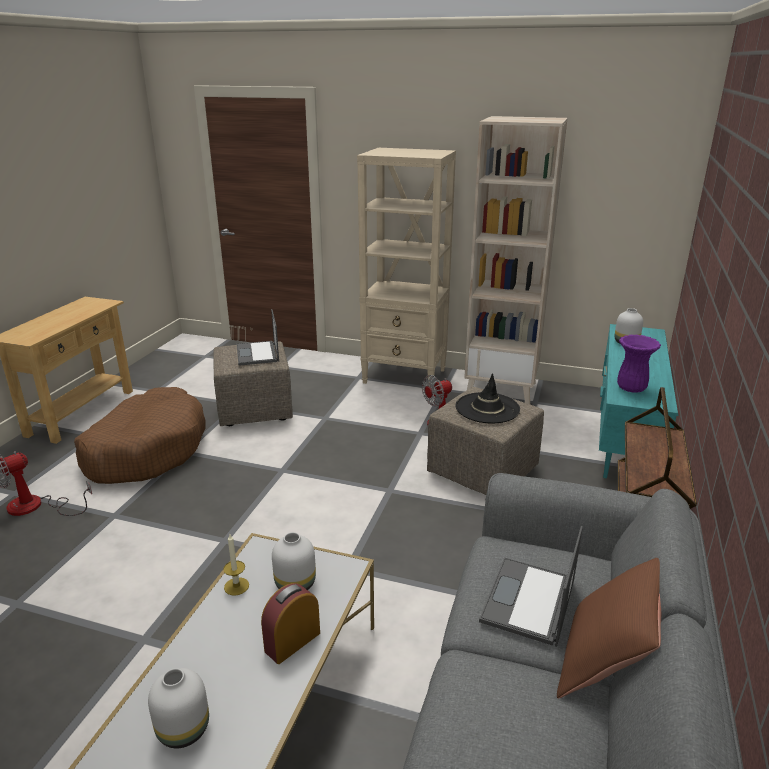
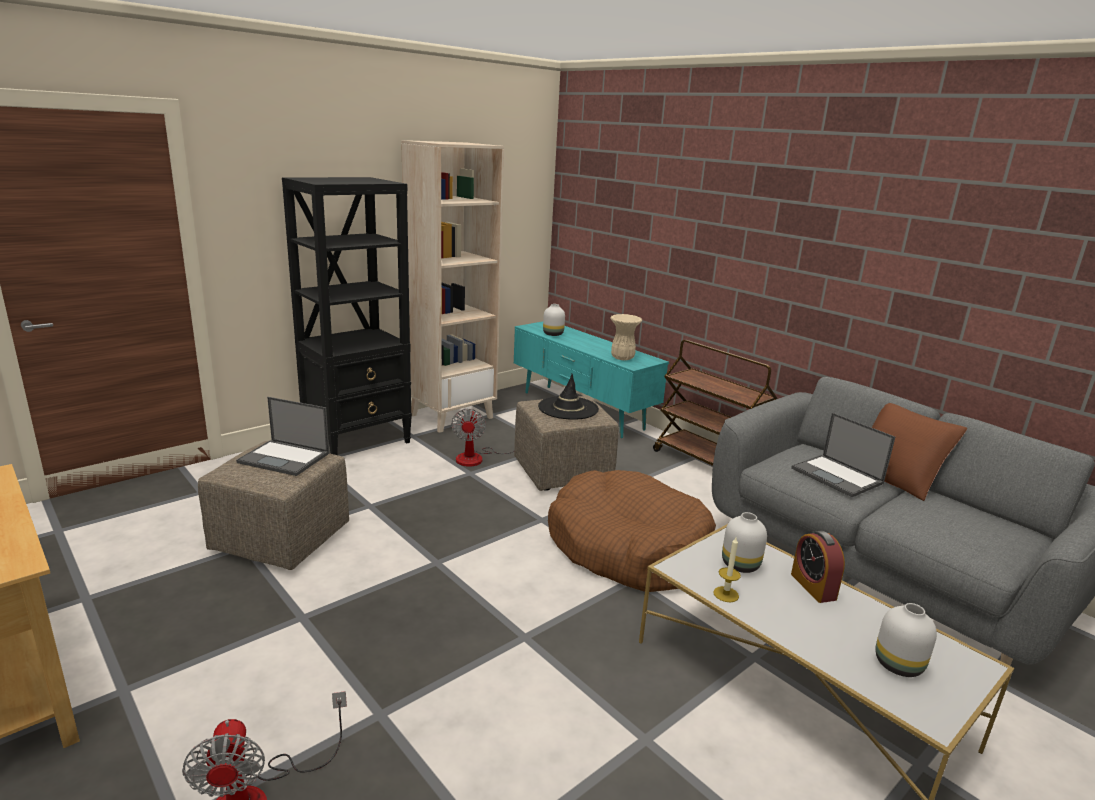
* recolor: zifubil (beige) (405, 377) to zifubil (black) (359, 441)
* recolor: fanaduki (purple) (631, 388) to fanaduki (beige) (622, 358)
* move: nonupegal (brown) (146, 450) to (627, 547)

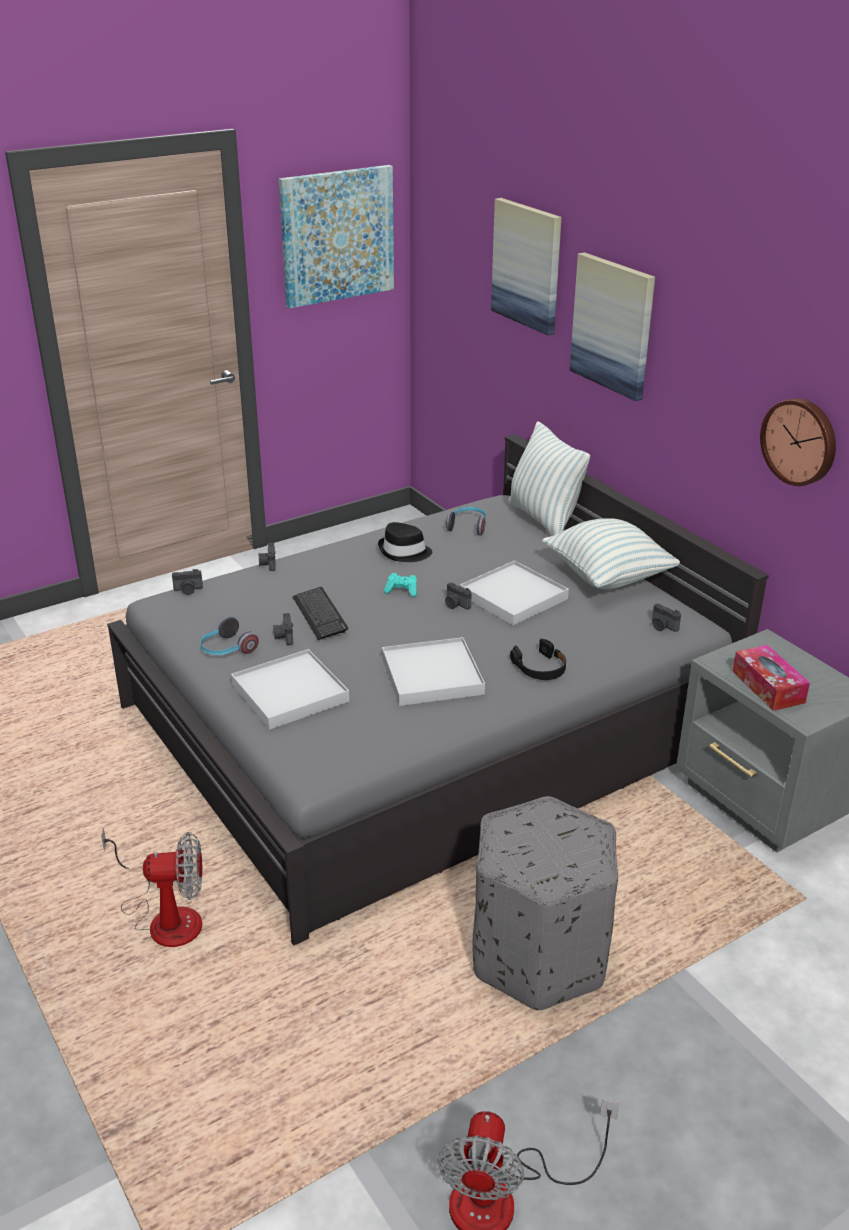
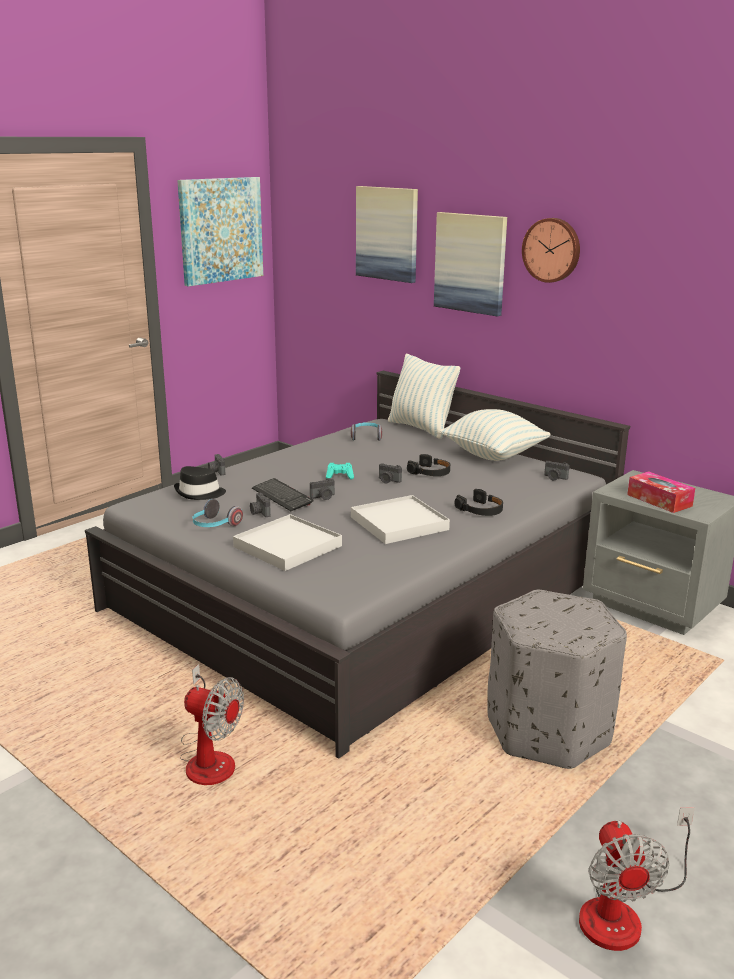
* move: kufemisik (800, 441) to (552, 250)
* move: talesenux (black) (404, 552) to (199, 493)
* replace: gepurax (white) (513, 597) to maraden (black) (430, 472)
* move: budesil (188, 590) to (323, 497)
* rotate: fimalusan (165, 917) = (209, 758) 45 degrees clockwise

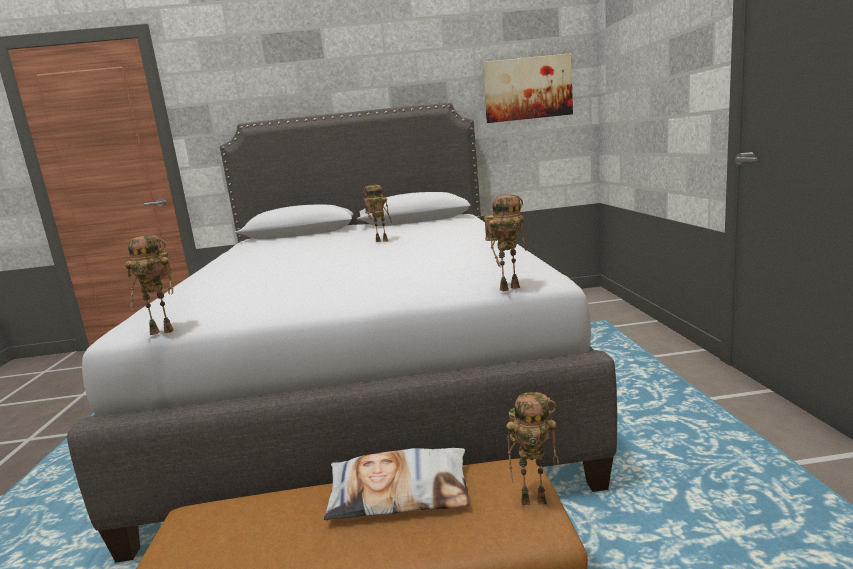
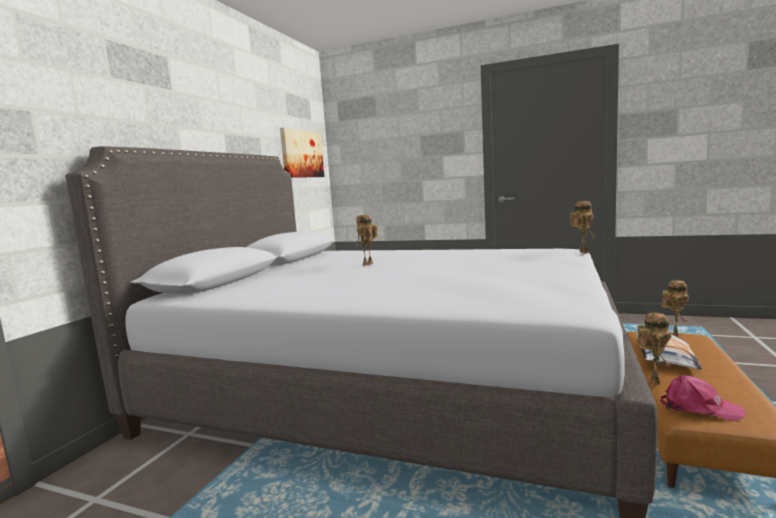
* move: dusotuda (164, 331) to (652, 380)
* insert: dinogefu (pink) (699, 408)

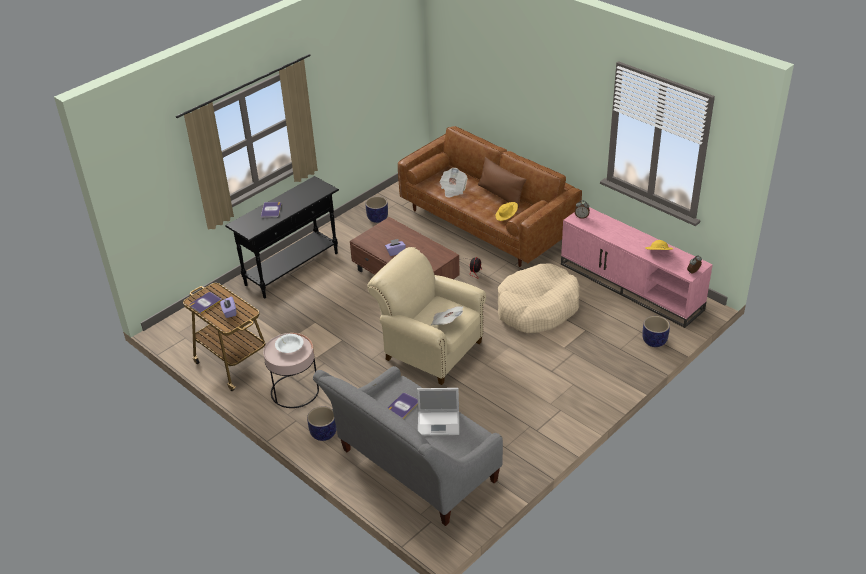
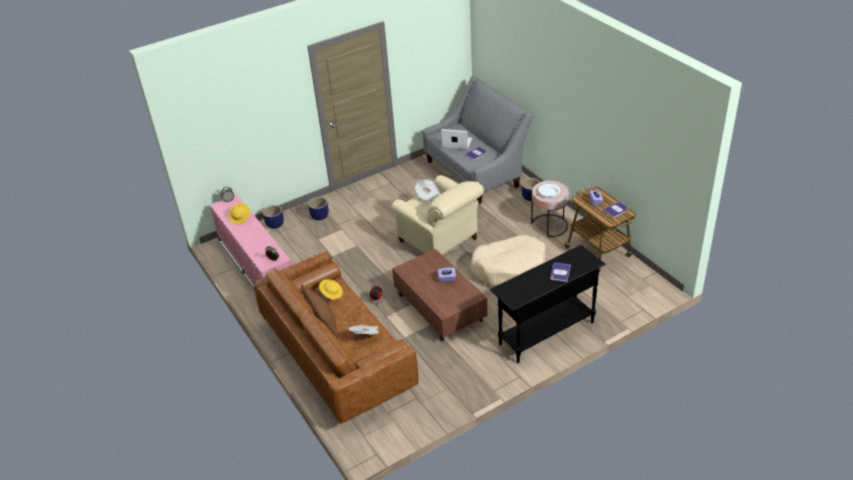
* move: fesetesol (377, 218) to (319, 216)
* move: nonupegal (beige) (537, 308) to (509, 268)

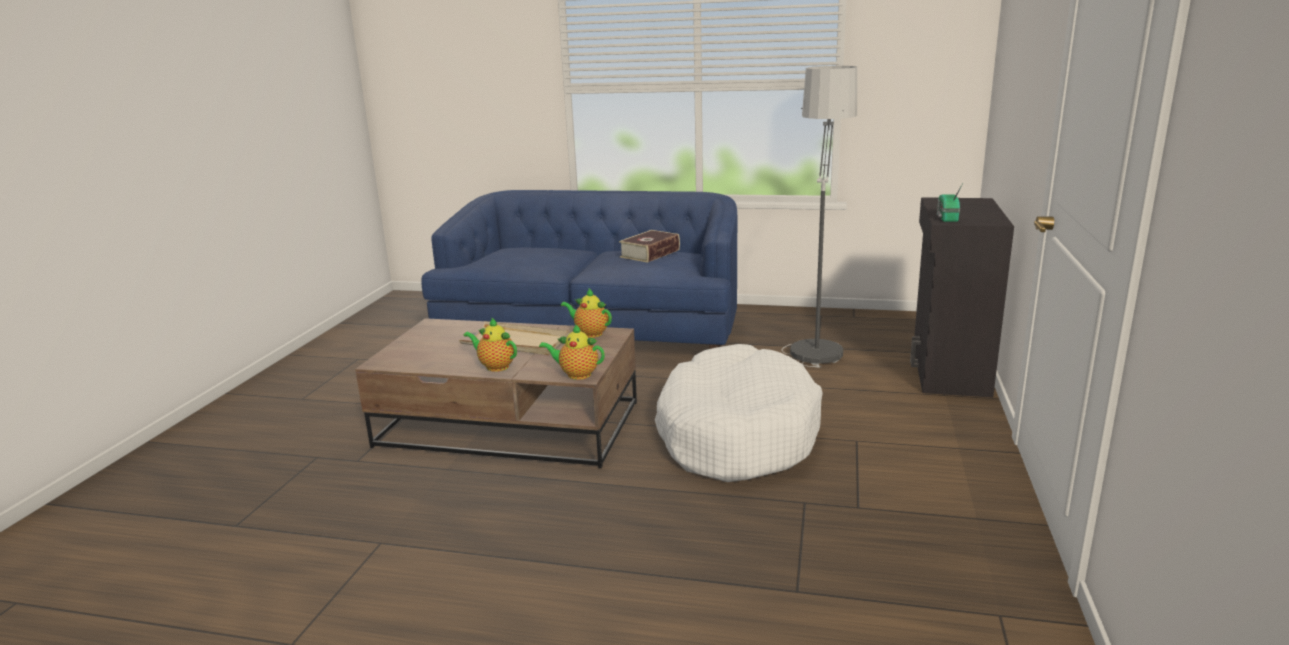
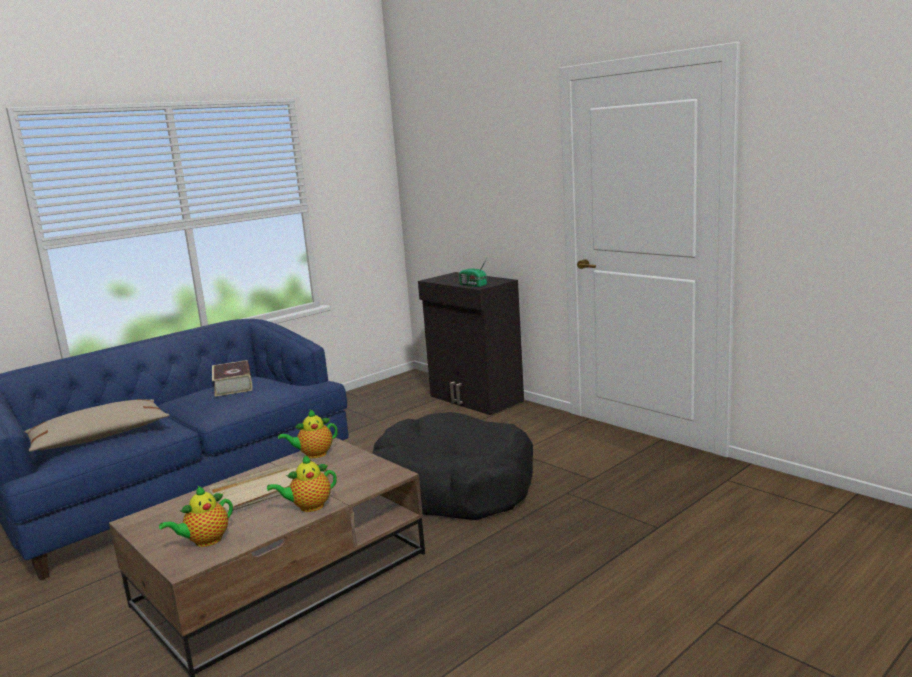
* delete: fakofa (816, 340)
* move: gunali (576, 374) to (205, 541)
* recolor: nonupegal (white) (736, 434) to nonupegal (black) (452, 486)
* insert: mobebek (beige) (99, 437)

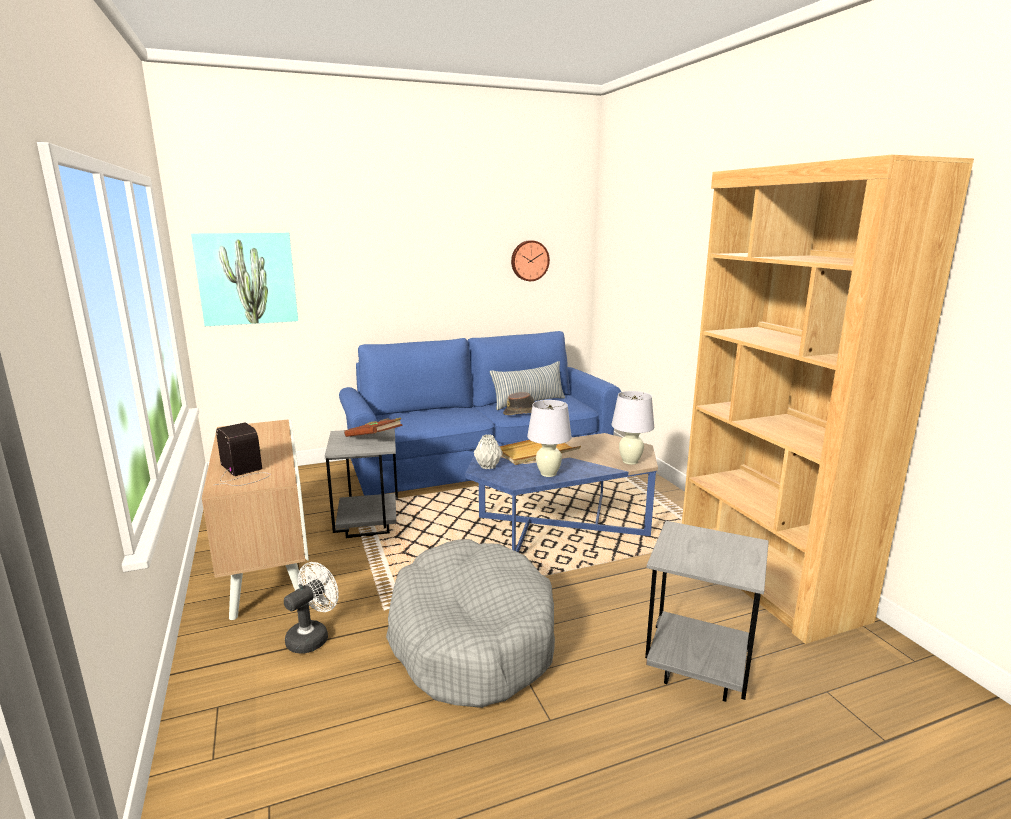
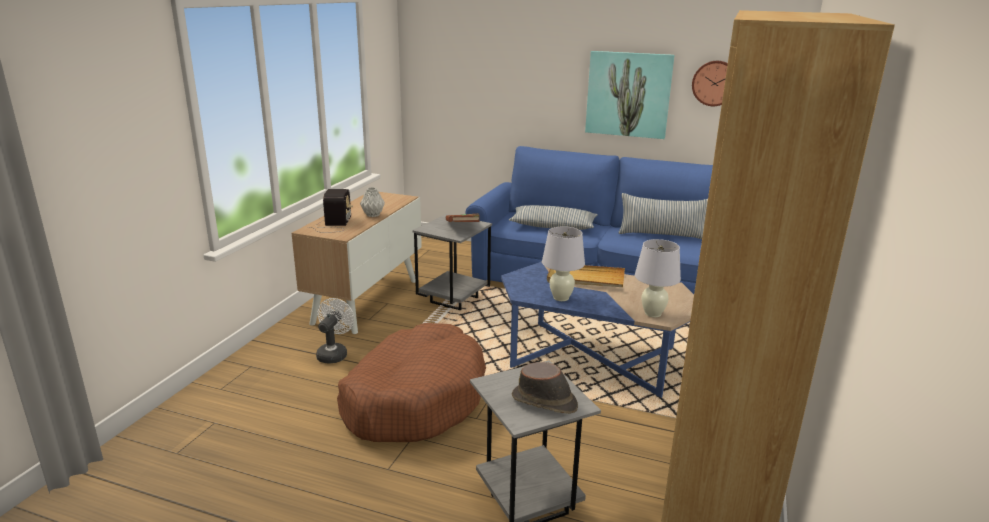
* move: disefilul (247, 278) to (628, 94)
* move: talesenux (brown) (522, 413) to (545, 402)
* move: fanaduki (grey) (488, 466) to (373, 215)
* recolor: nonupegal (grey) (471, 638) to nonupegal (brown) (414, 399)
* rotate: fimalusan (white) (312, 636) = (334, 353) 60 degrees counterclockwise
* insert: mobebek (553, 226)

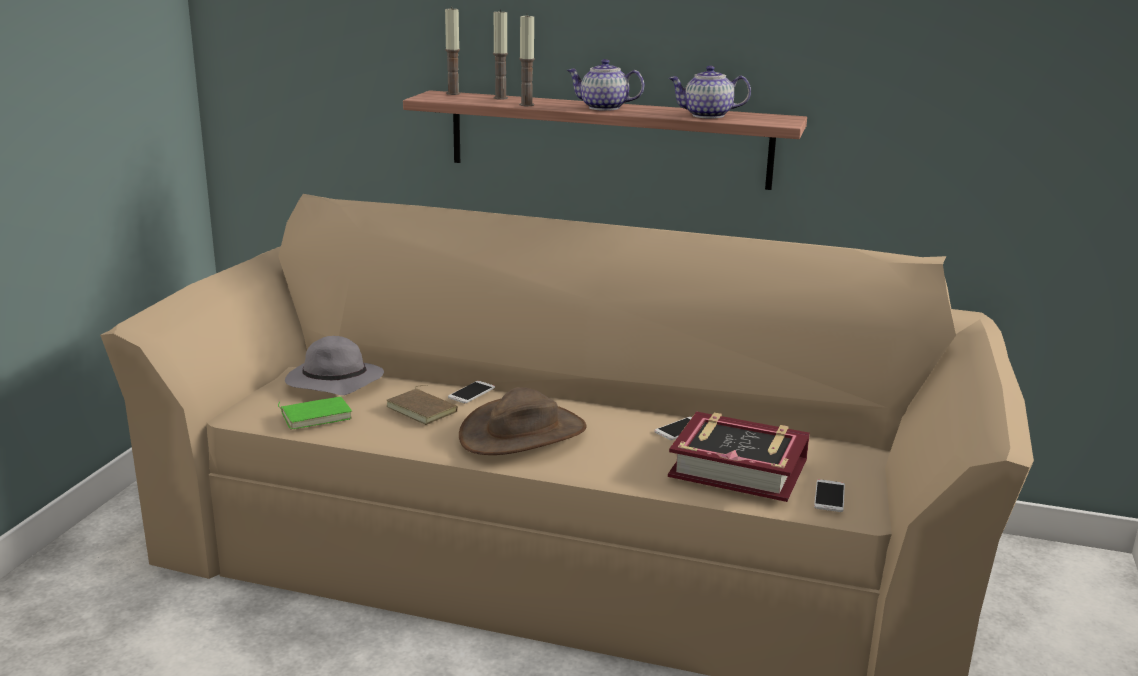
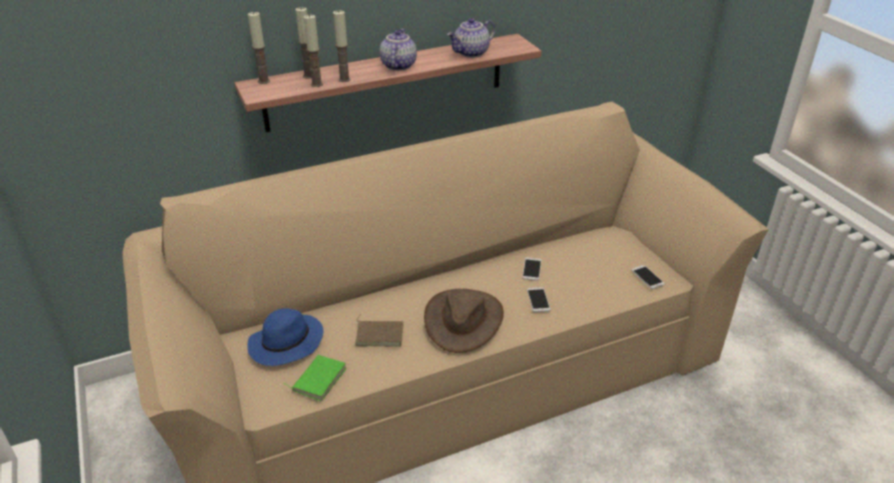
* rotate: gunali (603, 108) = (397, 65) 120 degrees clockwise
* recolor: talesenux (grey) (333, 382) to talesenux (blue) (285, 344)
* move: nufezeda (471, 392) to (538, 300)
* delete: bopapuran (738, 468)
* insert: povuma (316, 84)

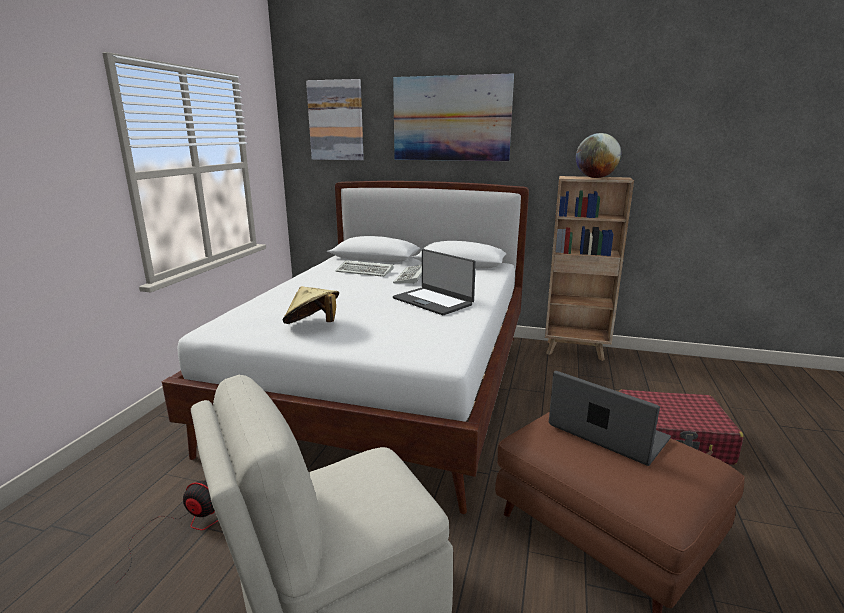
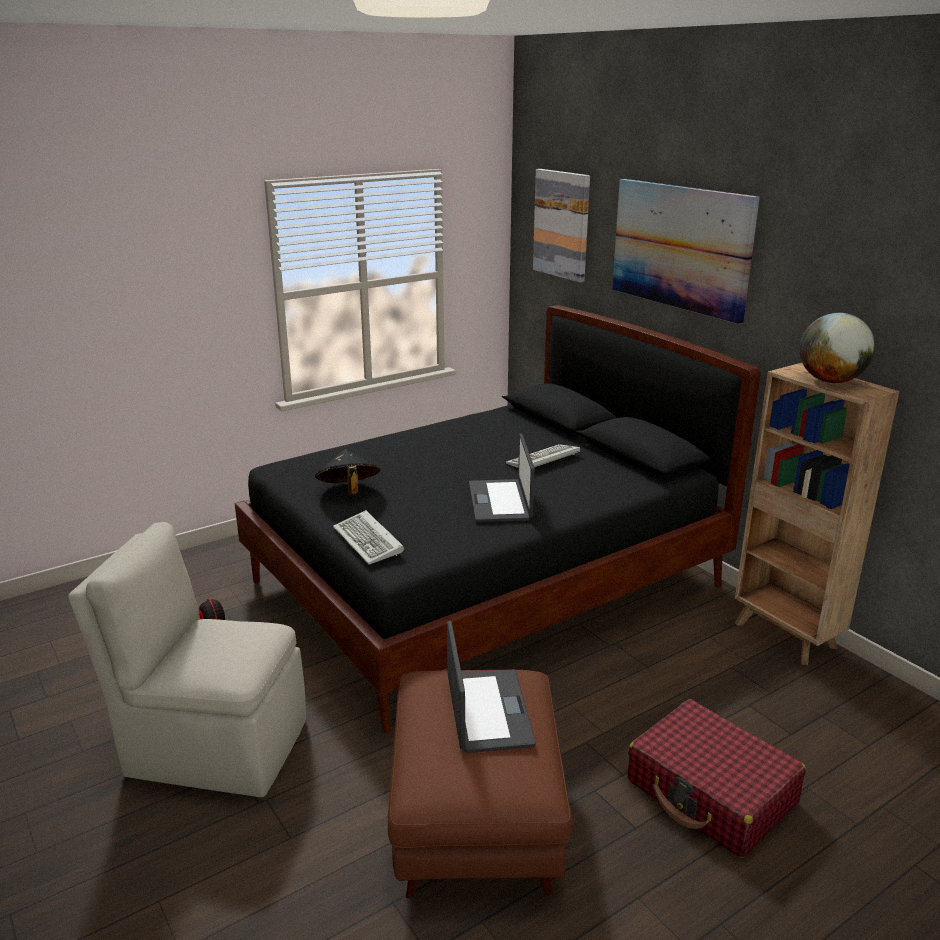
* recolor: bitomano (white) (388, 386) to bitomano (black) (486, 584)
* move: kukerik (366, 271) to (370, 542)
* recolor: talesenux (beige) (313, 325) to talesenux (black) (348, 491)

